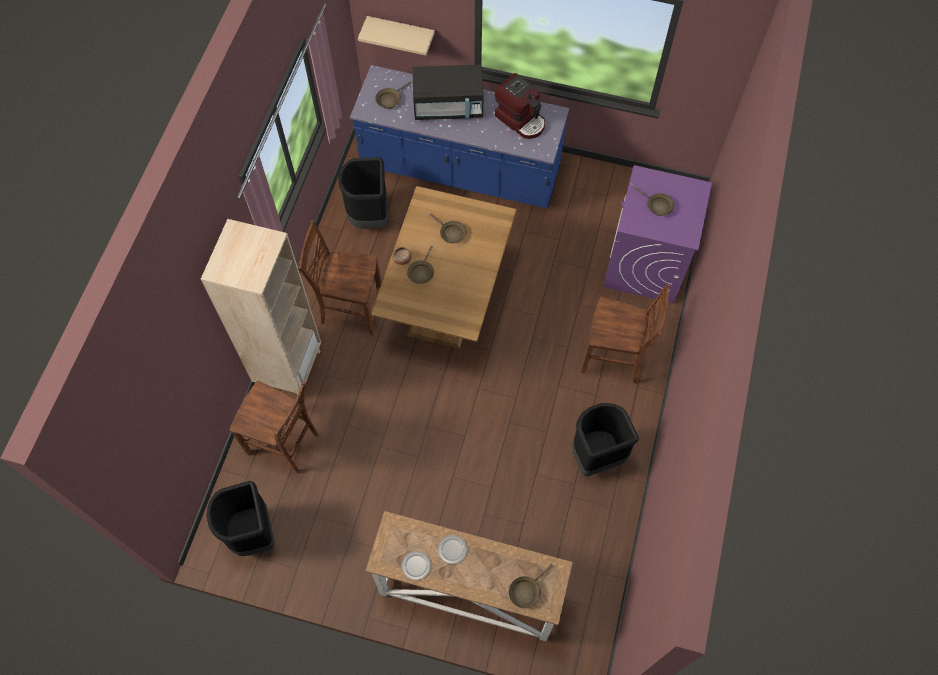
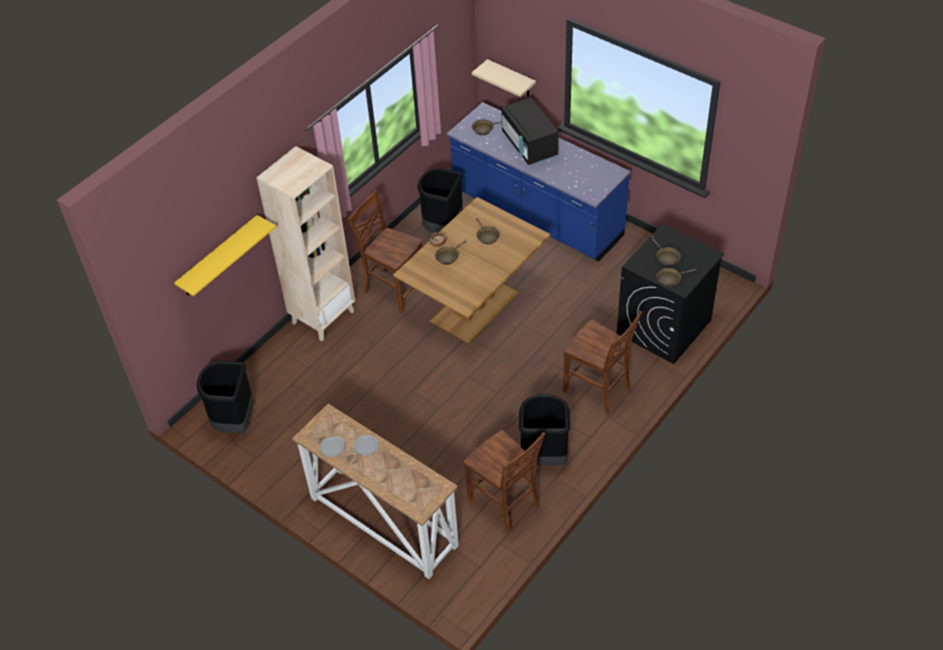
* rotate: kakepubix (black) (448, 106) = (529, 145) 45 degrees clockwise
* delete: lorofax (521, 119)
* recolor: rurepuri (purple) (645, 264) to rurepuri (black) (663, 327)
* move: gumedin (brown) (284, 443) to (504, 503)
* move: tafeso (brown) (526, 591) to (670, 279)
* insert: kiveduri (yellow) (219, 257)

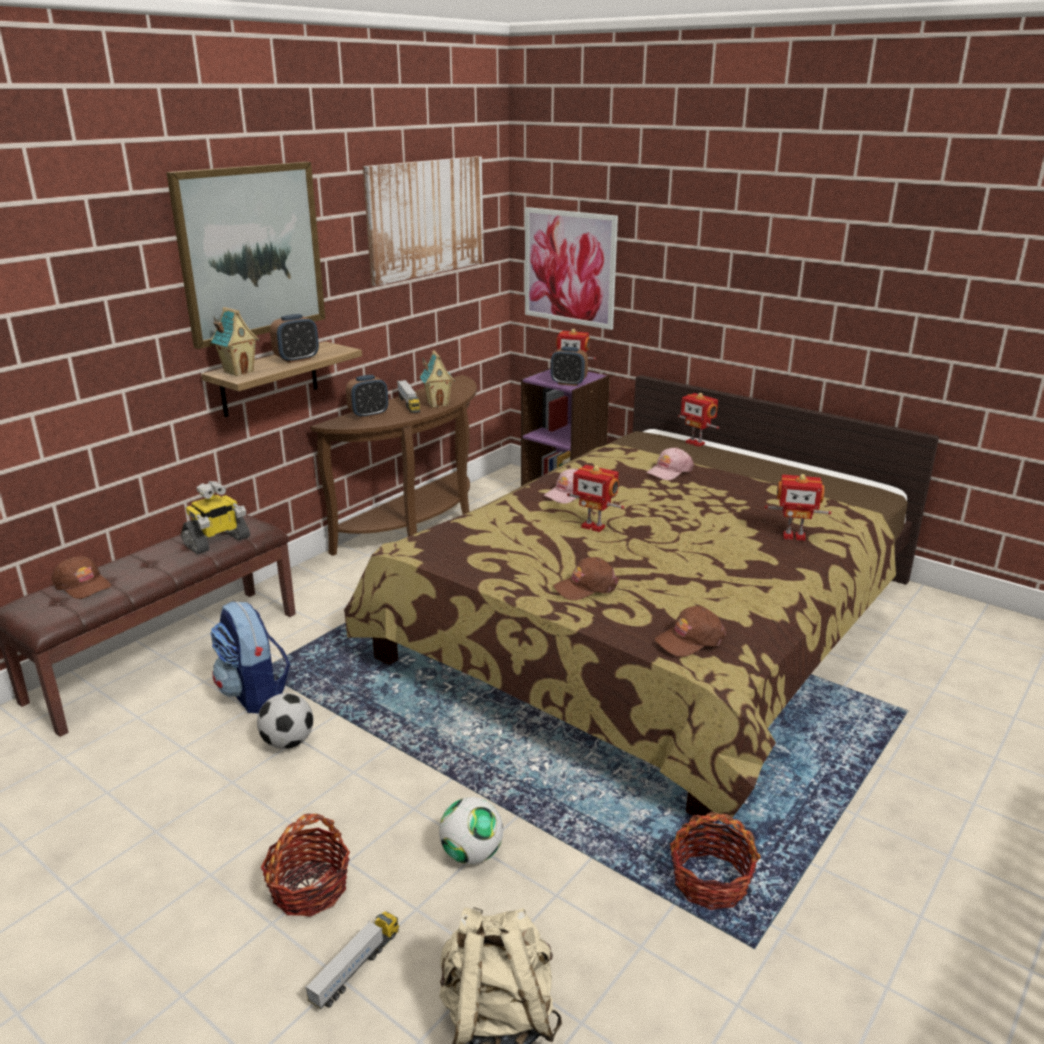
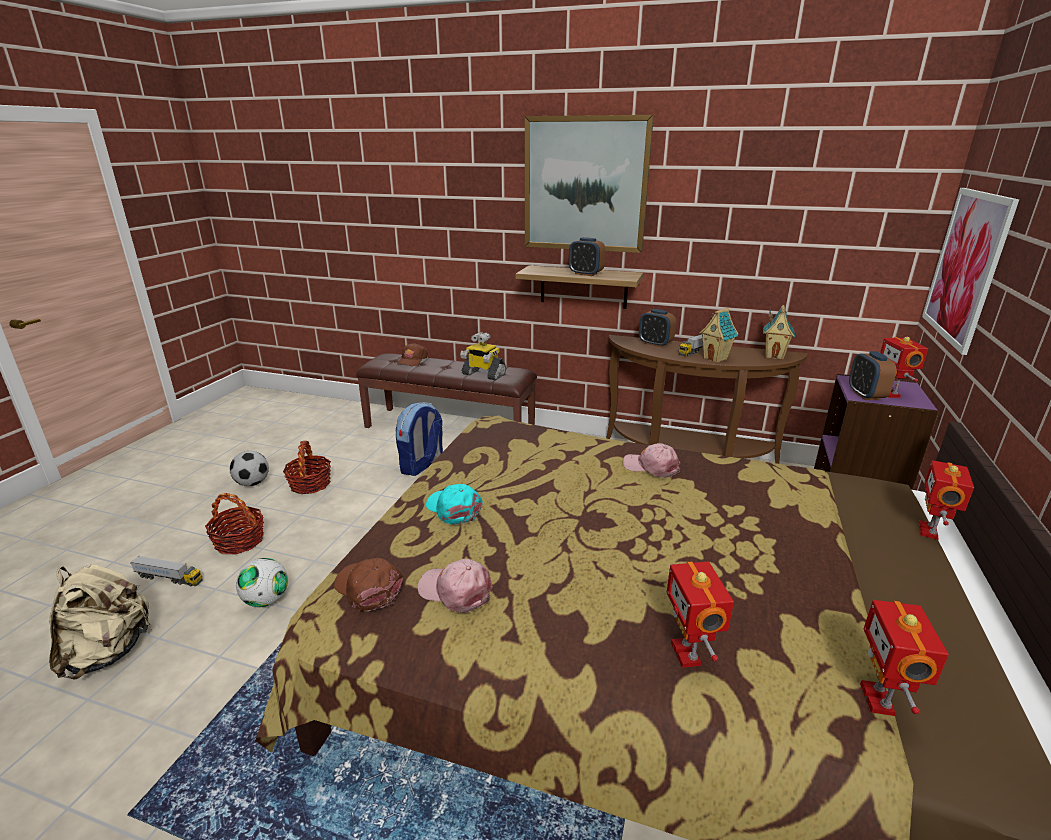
* delete: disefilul (426, 218)
* move: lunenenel (239, 372) to (774, 356)
* move: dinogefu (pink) (669, 471) to (456, 591)
* move: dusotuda (593, 526) to (880, 699)
* recolor: dinogefu (brown) (586, 587) to dinogefu (turquoise) (454, 509)
* move: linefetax (288, 742) to (253, 483)
* move: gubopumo (710, 882) to (310, 484)

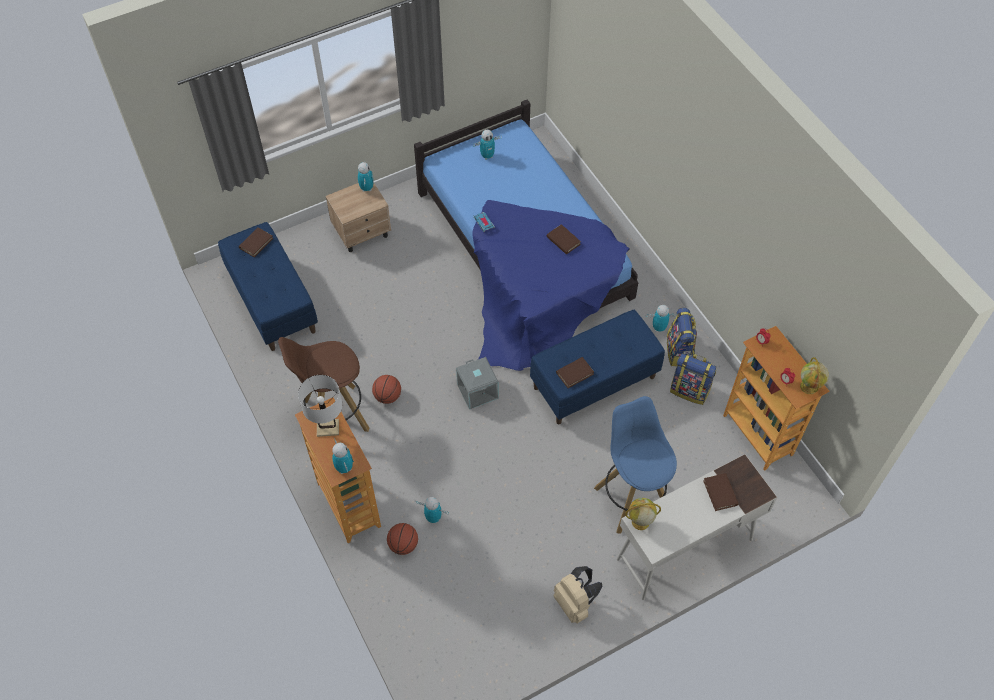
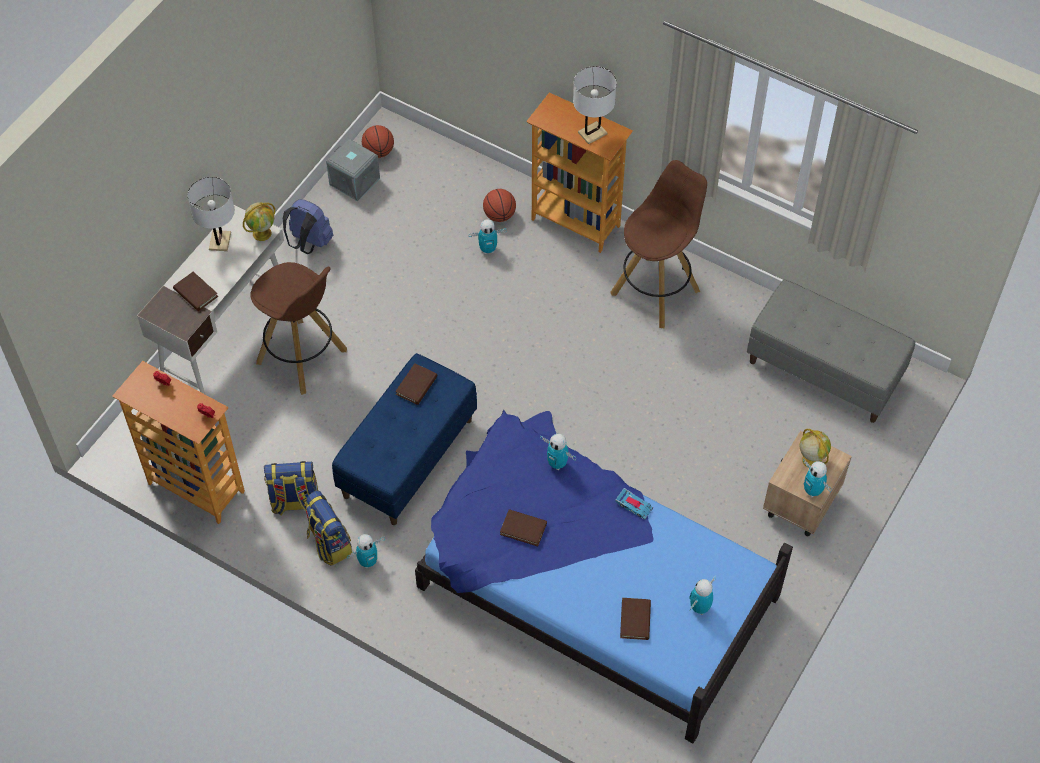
* recolor: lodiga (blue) (272, 302) to lodiga (grey) (825, 370)
* move: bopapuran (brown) (256, 243) to (635, 620)
* move: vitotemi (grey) (478, 391) to (353, 181)
* move: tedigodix (809, 387) to (811, 460)
* move: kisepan (387, 396) to (379, 152)
* recolor: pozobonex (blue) (631, 498) to pozobonex (brown) (303, 357)
* move: dusotuda (344, 468) to (557, 463)
* recolor: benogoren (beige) (575, 603) to benogoren (blue) (309, 243)
* insert: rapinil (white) (220, 241)

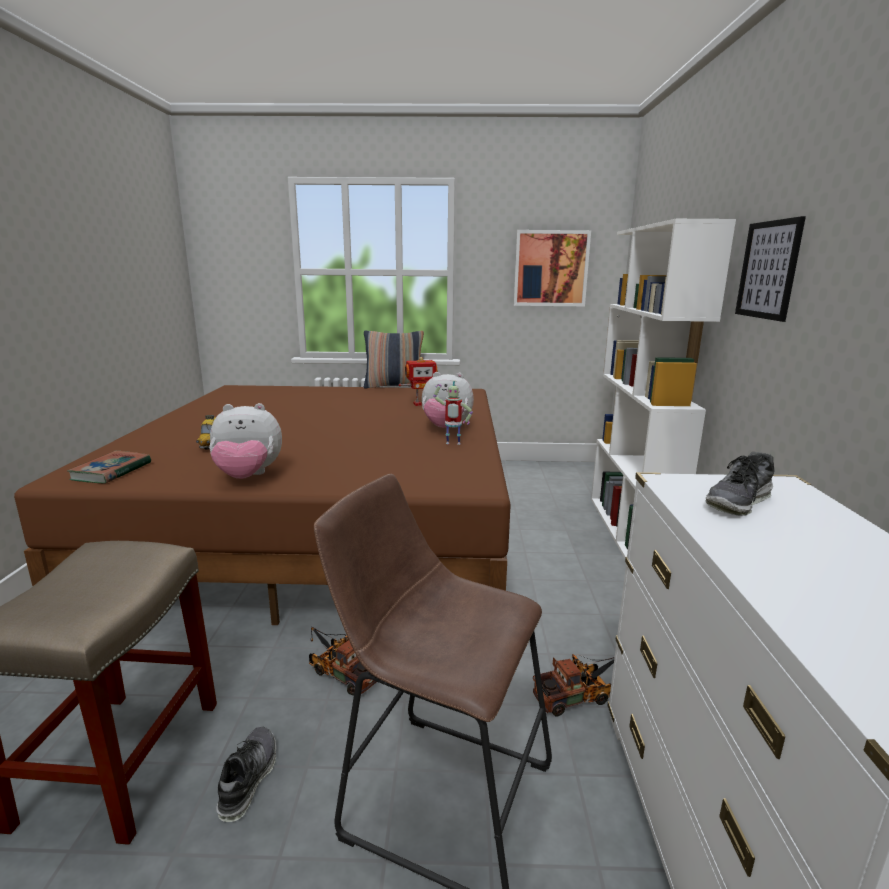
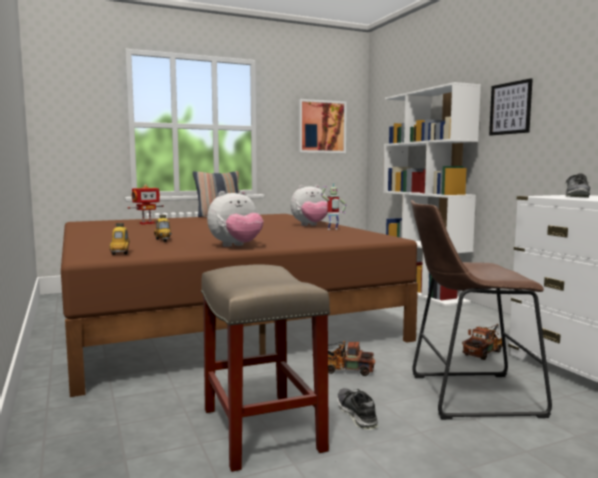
* move: dusotuda (421, 404) to (147, 223)
* replace: bopapuran (111, 471) to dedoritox (121, 252)

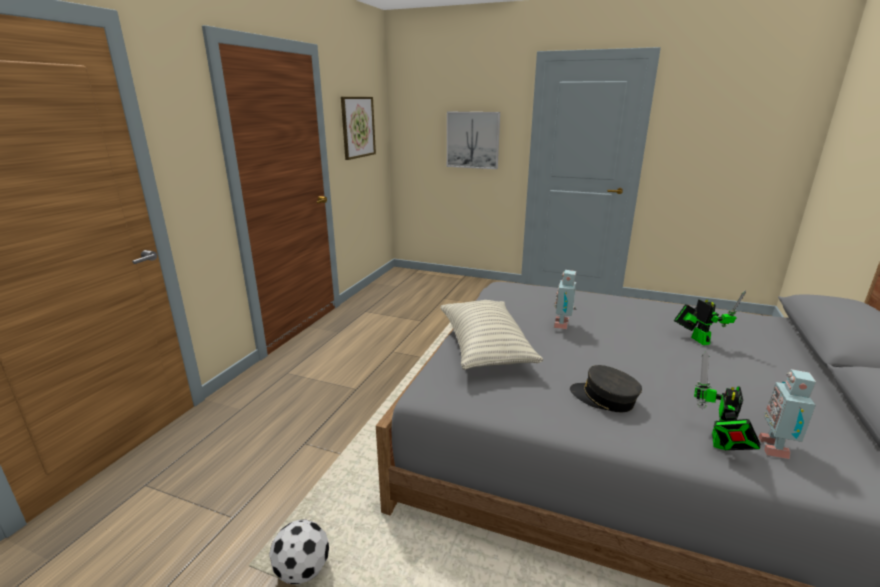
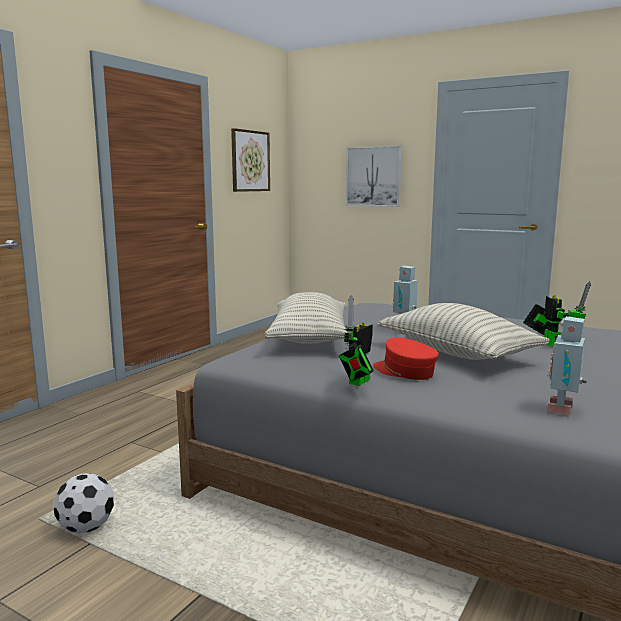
* move: dusotuda (719, 444) to (357, 382)
* recolor: dinogefu (grey) (604, 398) to dinogefu (red) (404, 371)
* insert: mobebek (457, 353)

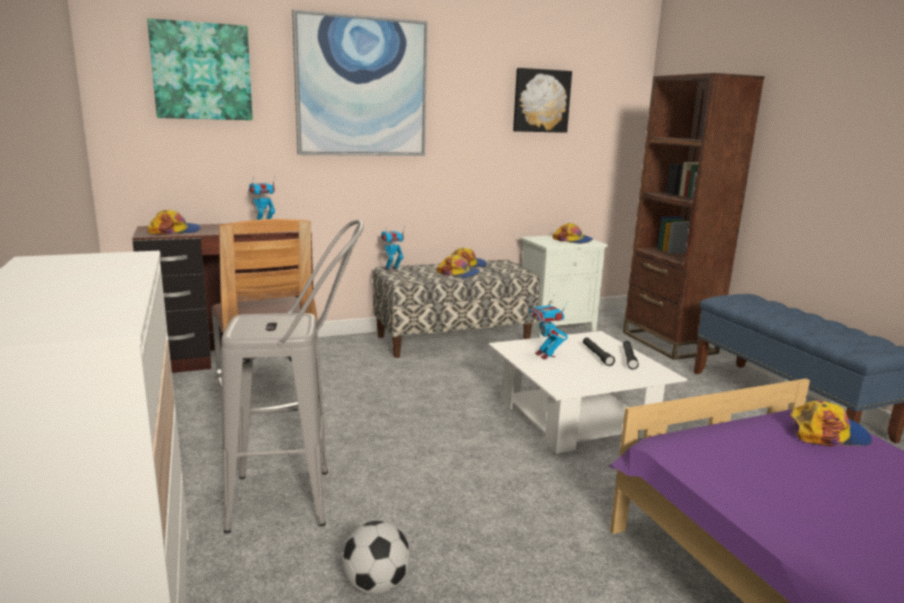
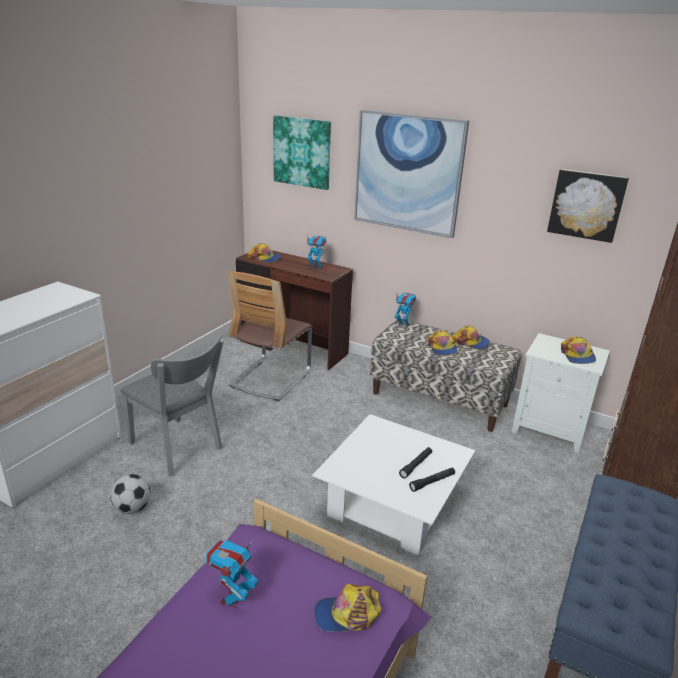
* replace: pozobonex (grey) (300, 499) to gumedin (grey) (179, 449)
* move: dusotuda (545, 355) to (233, 599)
* rotate: dinogefu (827, 433) = (347, 614) 120 degrees clockwise

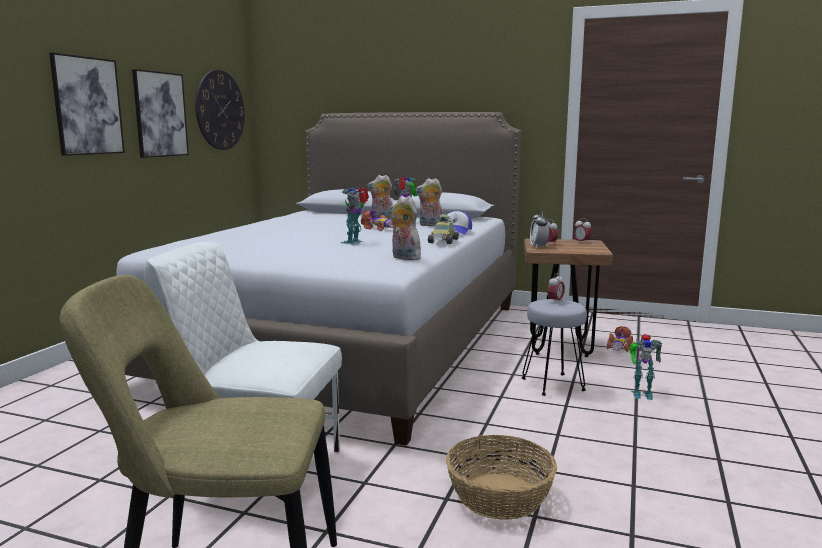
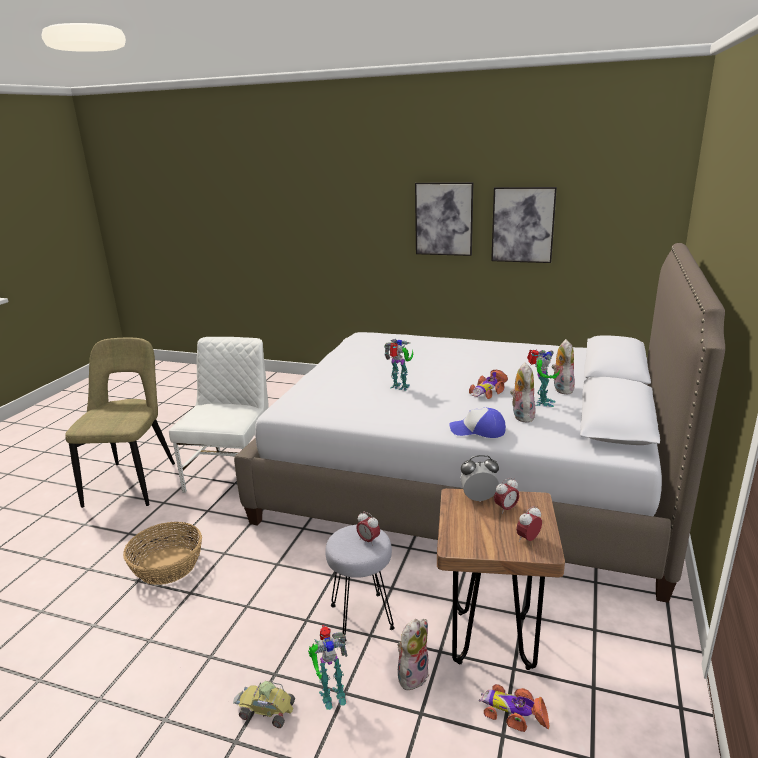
* delete: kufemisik (220, 110)
* move: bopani (403, 258) to (412, 674)
* move: dedoritox (443, 241) to (265, 711)
* rotate: dusotuda (641, 394) = (331, 694) 120 degrees counterclockwise

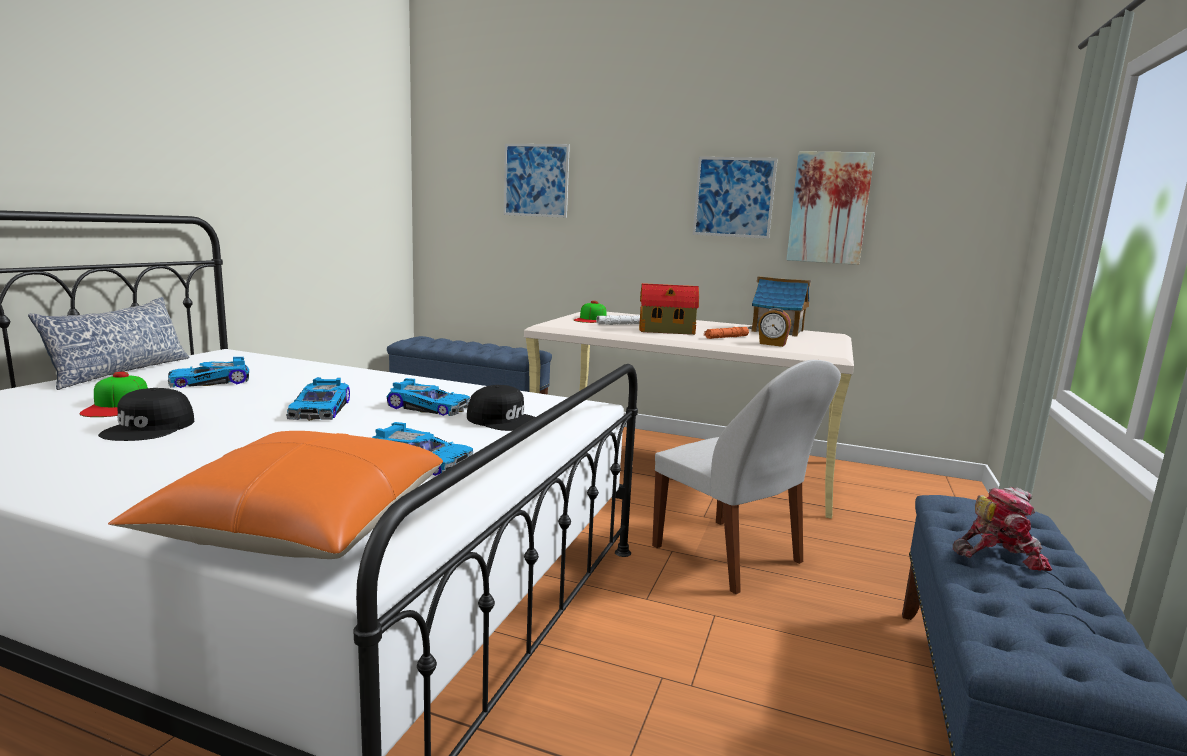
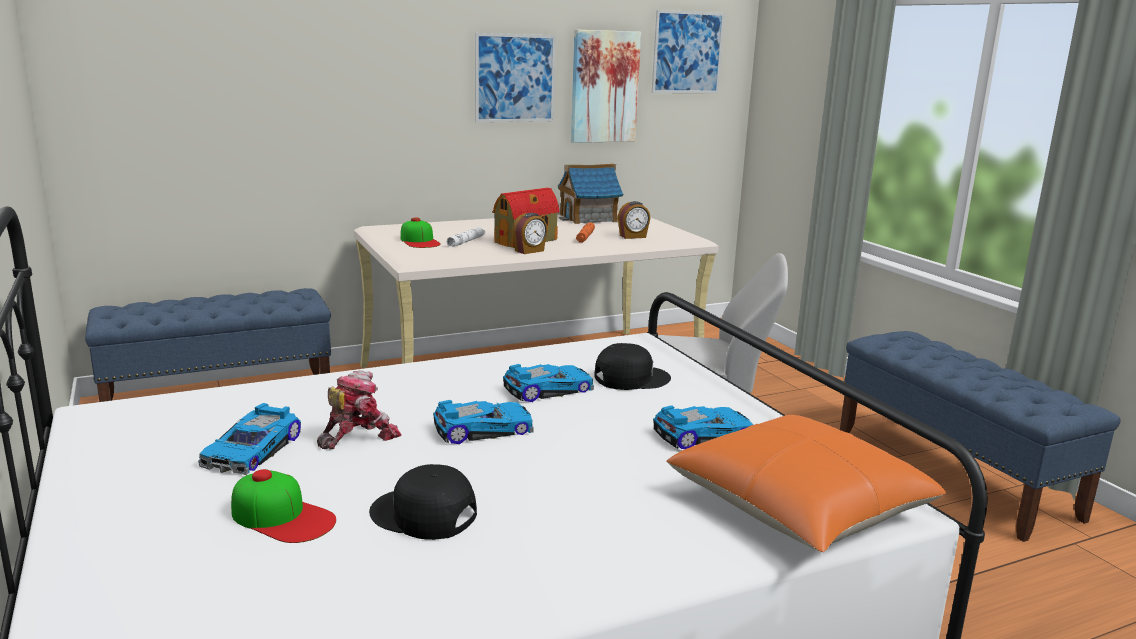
* move: disefilul (536, 180) to (687, 52)
* delete: mobebek (121, 371)
* rotate: dedoritox (322, 409) = (482, 428) 60 degrees counterclockwise
* rotate: dinogefu (black) (150, 428) = (423, 515) 150 degrees clockwise
* move: dusotuda (998, 555) to (358, 436)
* insert: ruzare (529, 251)

